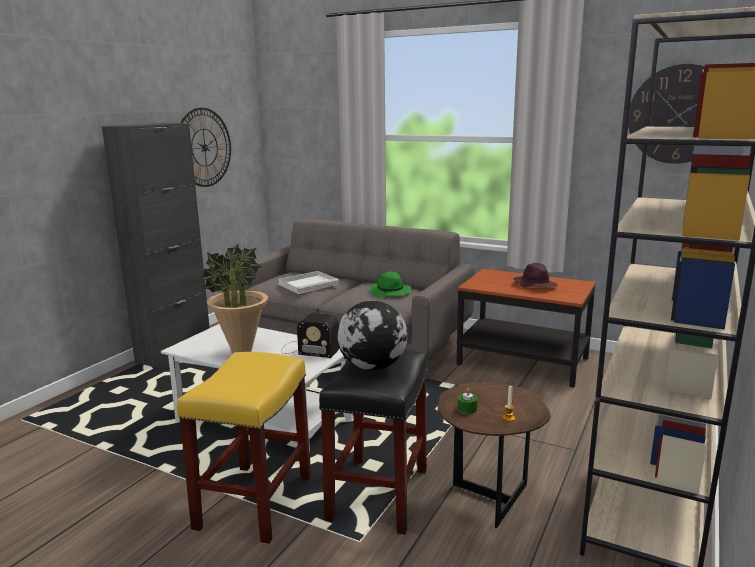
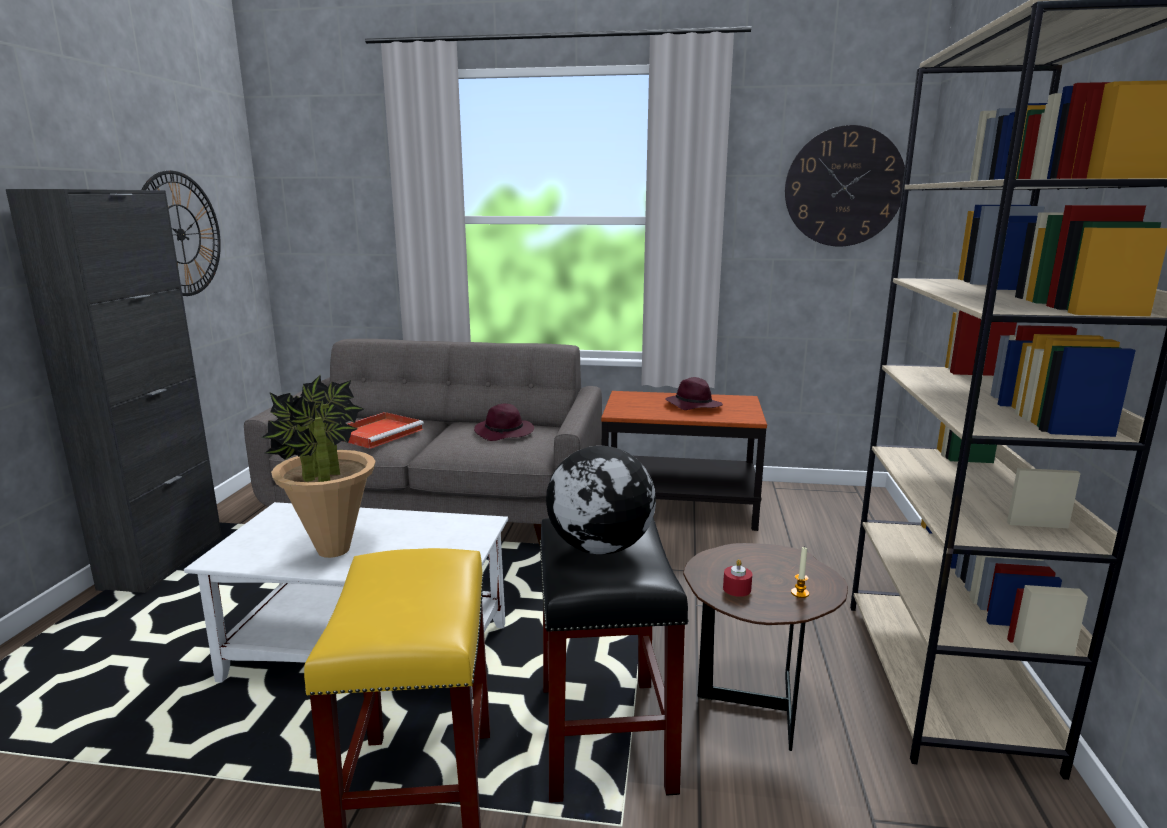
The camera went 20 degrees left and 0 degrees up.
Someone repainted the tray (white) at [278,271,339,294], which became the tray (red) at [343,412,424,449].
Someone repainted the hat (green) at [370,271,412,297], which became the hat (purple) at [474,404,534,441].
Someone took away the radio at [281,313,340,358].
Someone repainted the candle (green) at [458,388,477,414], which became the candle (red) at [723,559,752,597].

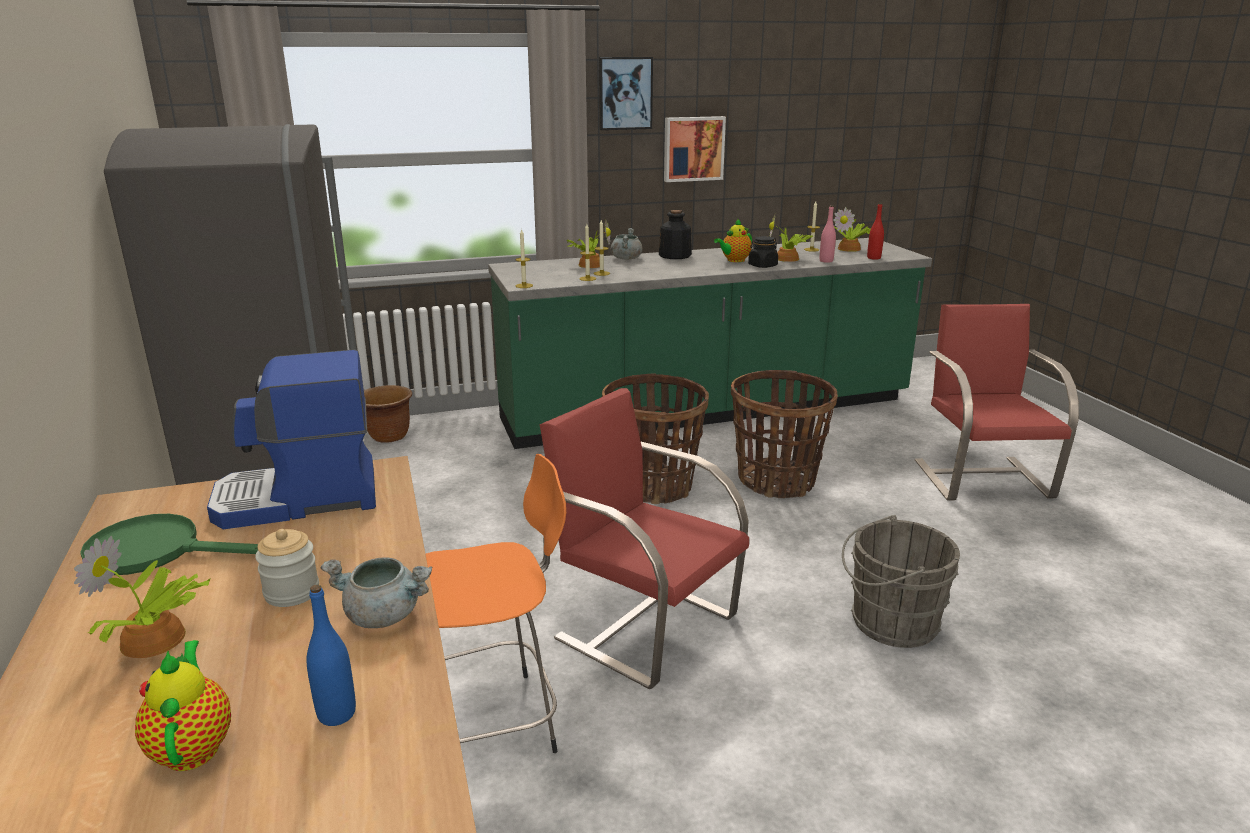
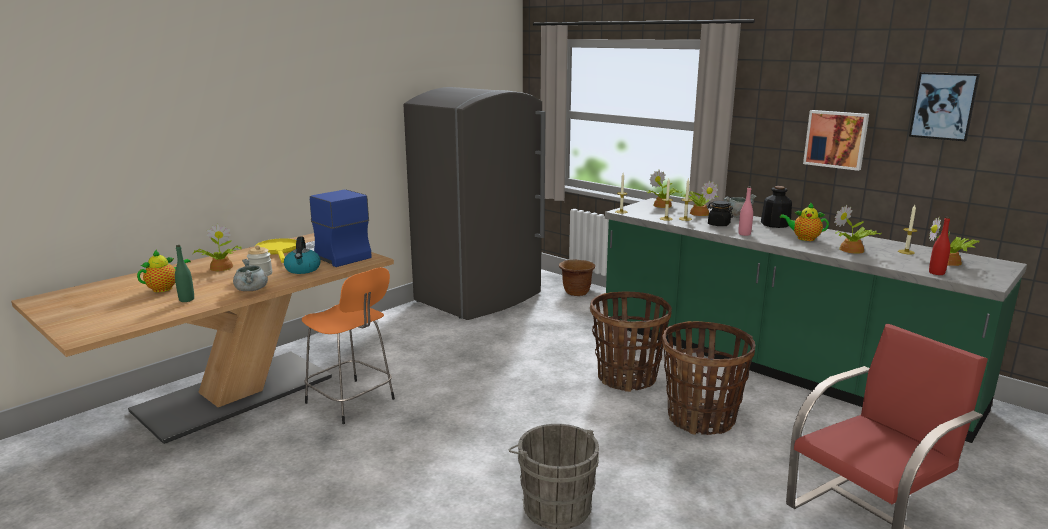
The camera went 60 degrees right and 5 degrees down.
Someone carried the picture from [599,57,653,130] to [909,72,980,141].
Someone carried the bottle (pink) from [820,205,836,263] to [738,186,753,236].
Someone carried the jar (black) from [748,236,778,268] to [707,201,733,226].
Someone took away the chair (red) at [540,388,749,689].
Someone repainted the frying pan (green) at [80,514,258,575], which became the frying pan (yellow) at [256,238,296,263].
Someone repainted the bottle (blue) at [306,585,356,726], which became the bottle (green) at [175,245,194,302].
Someone put down the potted plant at [646,170,682,208].
Someone put down the kettle at [284,236,321,274].

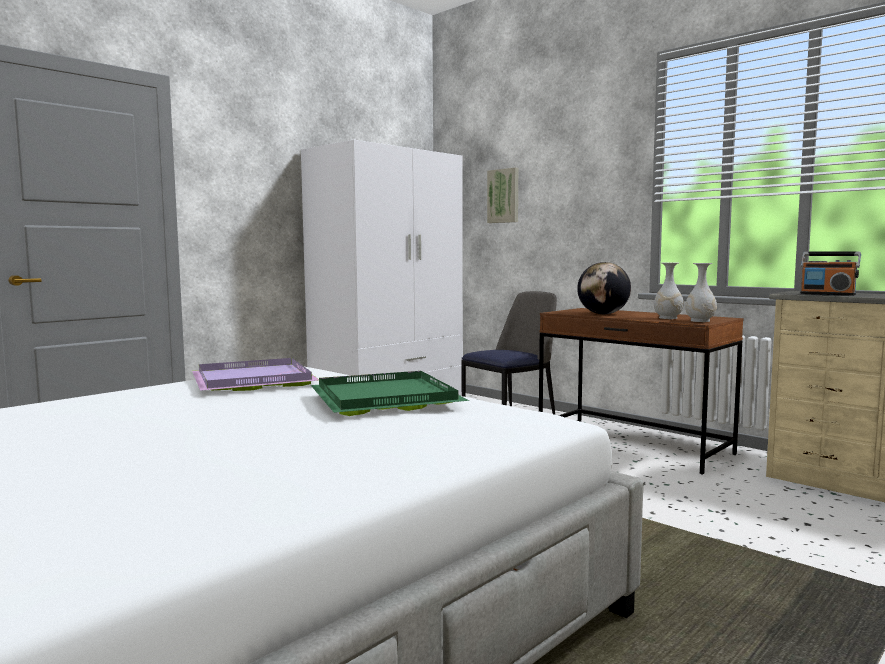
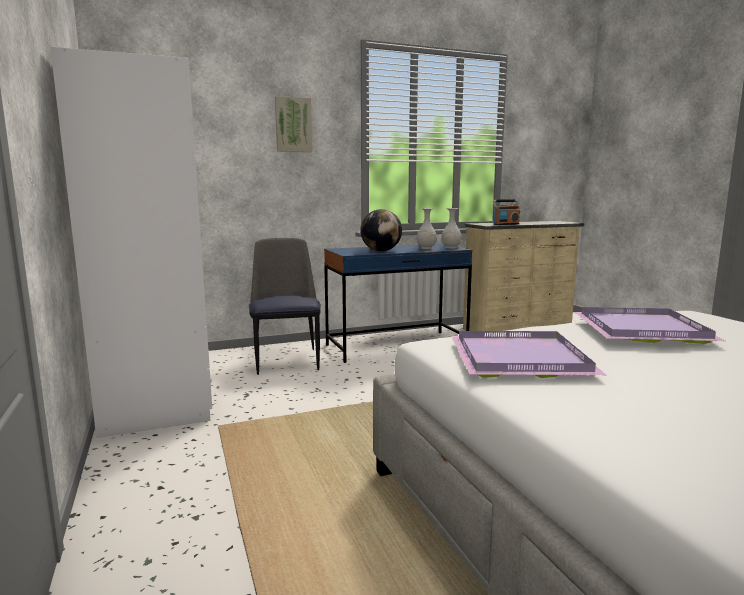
The camera went 65 degrees left and 5 degrees up.
Someone carried the picture from [487,168,518,223] to [275,96,312,152].
Someone repainted the desk (brown) at [539,308,744,475], which became the desk (blue) at [324,244,473,363].
Someone repainted the tray (green) at [311,371,469,416], which became the tray (purple) at [575,307,725,344].

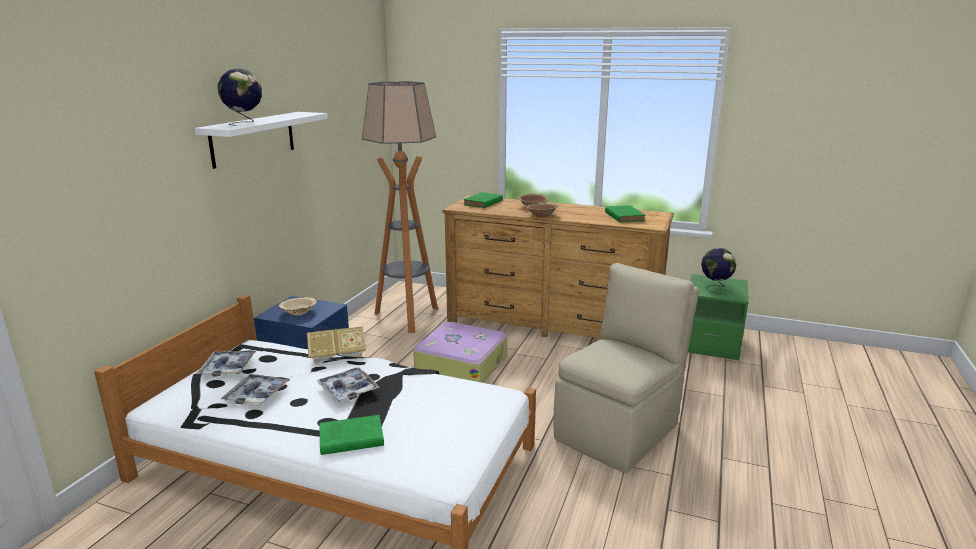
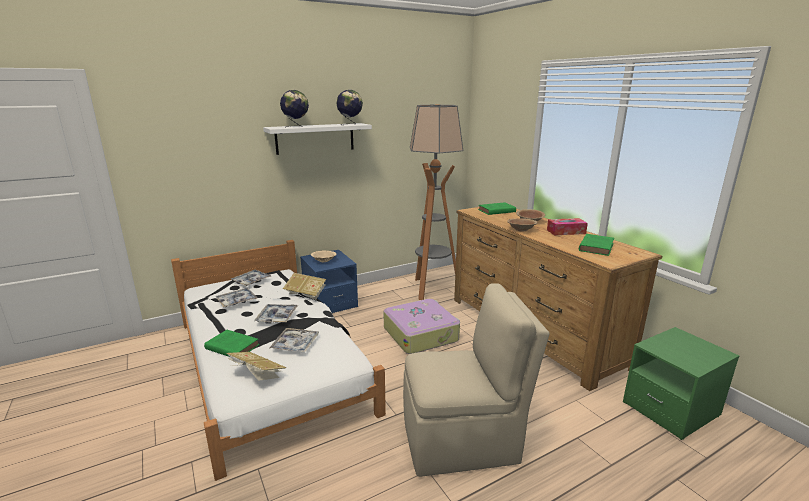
The camera went 40 degrees right and 0 degrees up.
Someone carried the globe from [701,248,736,294] to [337,90,363,125].
Someone put down the tissue box at [547,218,588,235].
Someone put down the tray at [270,328,319,352].
Someone put down the book at [226,352,287,381].

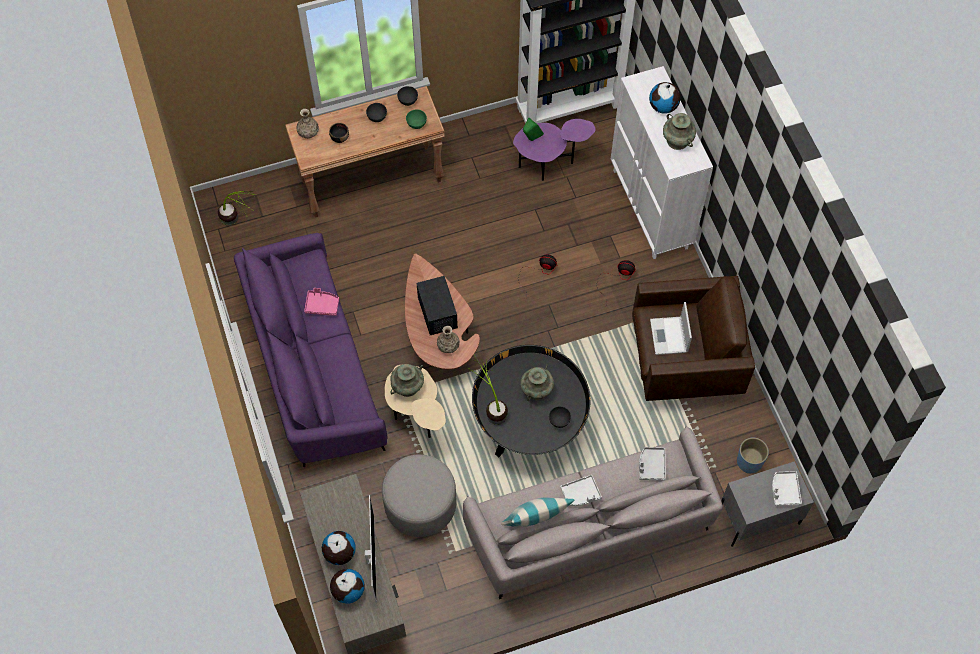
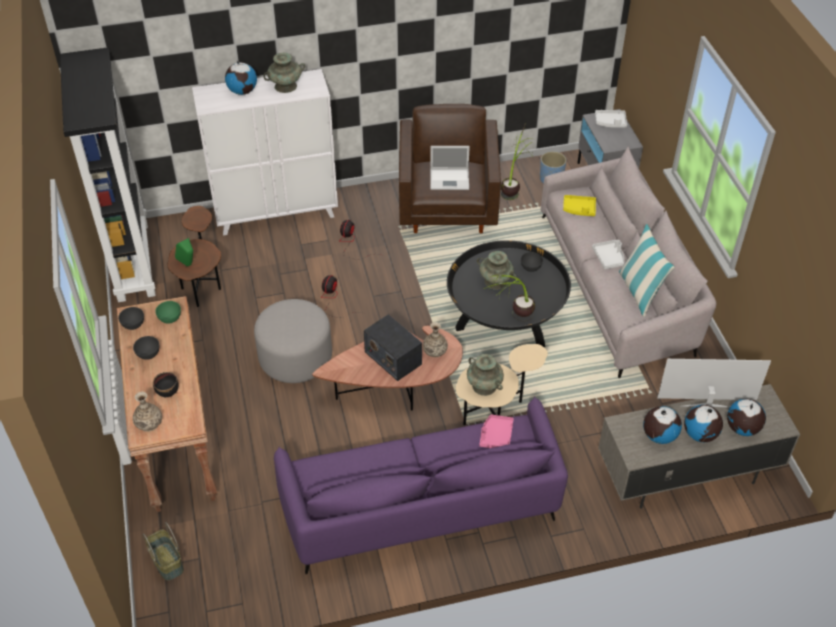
The camera went 85 degrees left and 15 degrees down.
Someone repainted the side table (purple) at [513,119,596,181], which became the side table (brown) at [168,206,221,307].
Someone carried the potted plant from [218,191,258,225] to [501,123,533,200].
Someone rotated the radio at [417,276,458,335] by 120 degrees counterclockwise.
Someone carried the tray (pink) from [304,288,339,316] to [479,415,514,448].
Someone repainted the tray (grey) at [639,447,666,481], which became the tray (yellow) at [563,195,596,216].
Someone carried the ottoman (grey) from [382,454,457,537] to [254,299,332,383].
Someone put down the globe at [643,406,682,444].
Someone put down the basket at [143,522,184,581].

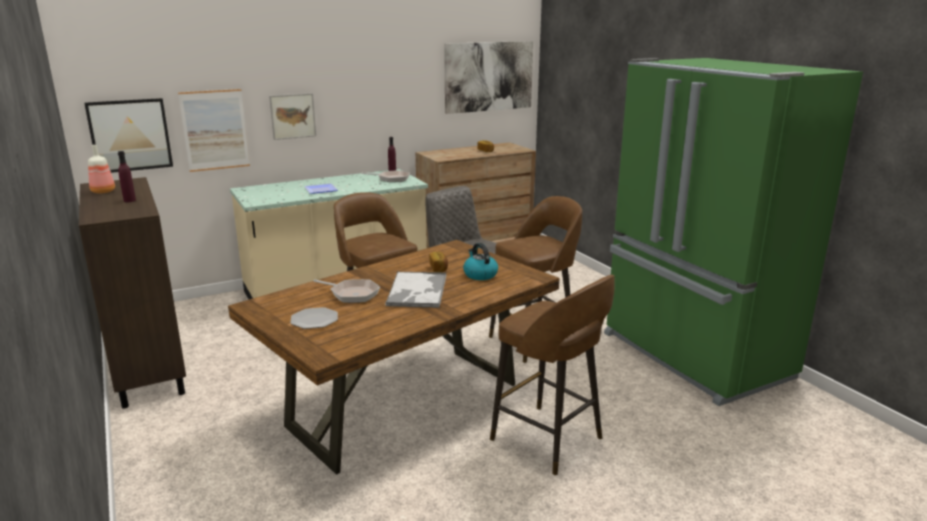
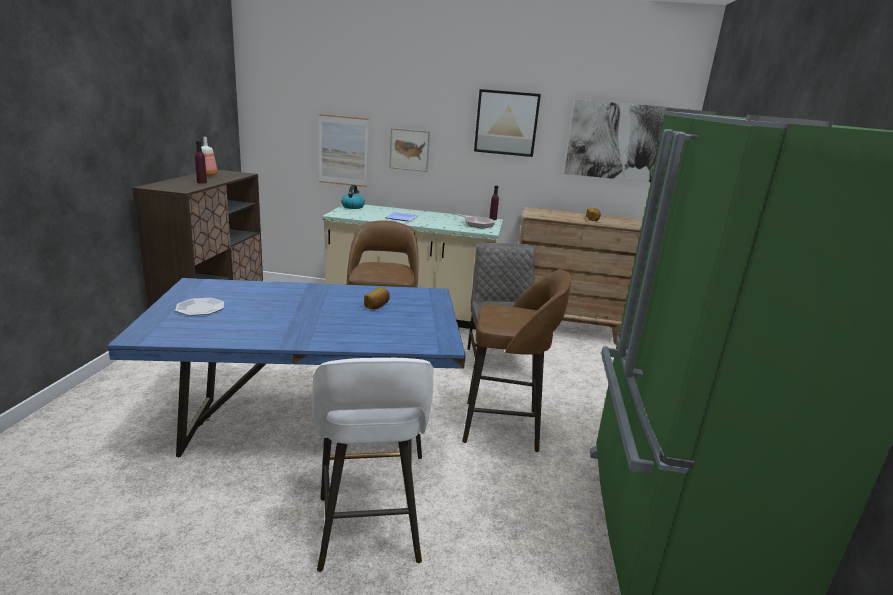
The camera went 35 degrees right and 0 degrees up.
Someone carried the picture from [84,98,173,173] to [474,89,541,157].
Someone repainted the dining table (brown) at [228,240,560,474], which became the dining table (blue) at [107,278,466,459].
Someone carried the kettle from [463,243,498,280] to [341,185,365,209].
Someone took away the tray at [385,272,446,308].
Someone repainted the stool (brown) at [490,275,615,475], which became the stool (white) at [312,358,434,572].
Someone took away the frying pan at [313,279,380,303].

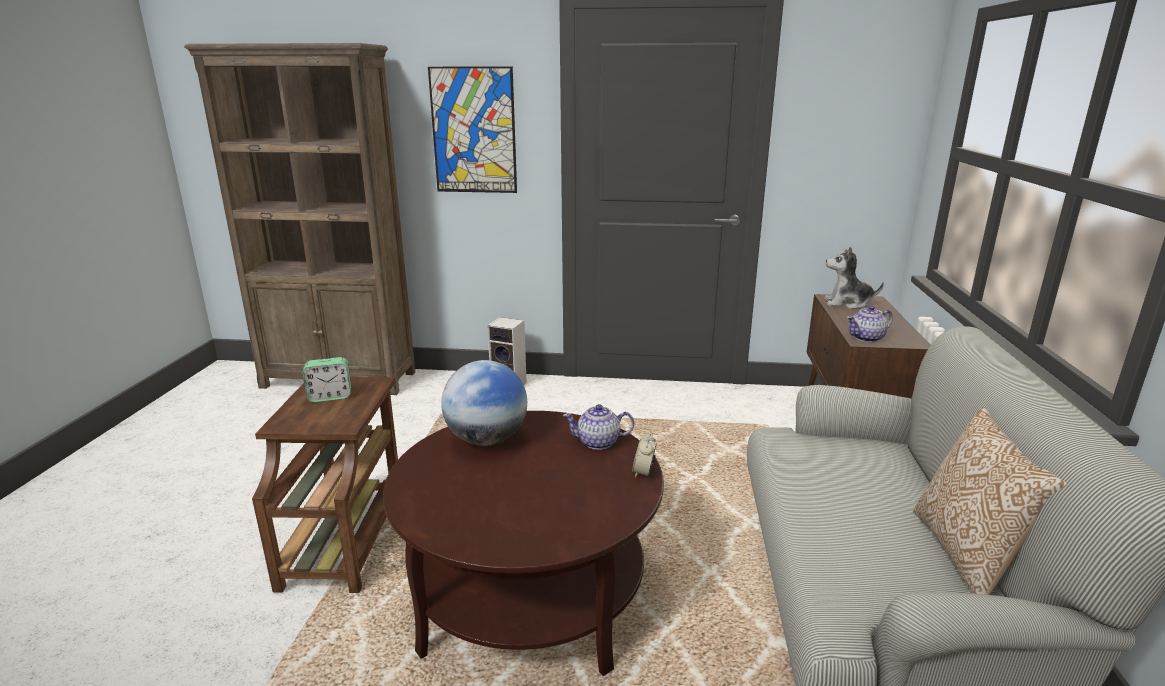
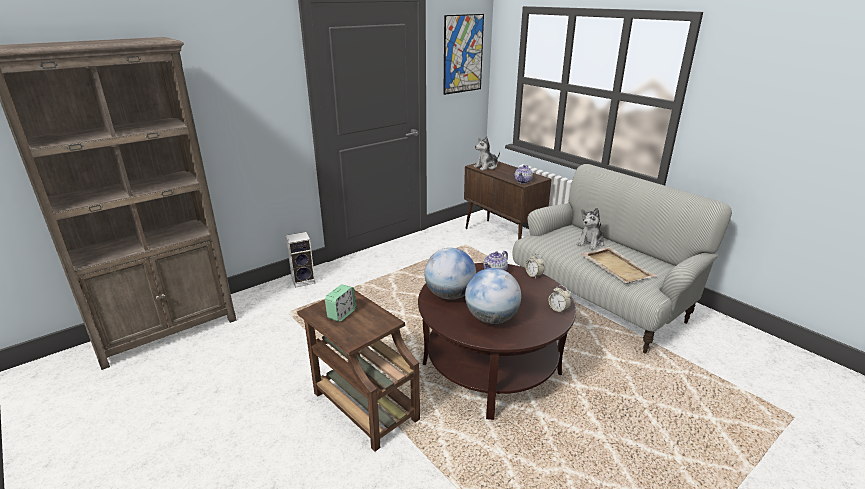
The camera went 45 degrees left and 5 degrees up.
Someone carried the picture from [428,67,517,193] to [443,14,484,95].
Someone took away the pillow at [913,408,1066,595].
Someone put down the plush toy at [577,208,604,250].
Someone put down the tray (beige) at [580,247,657,283].
Someone put down the globe at [465,268,521,324].
Someone put down the alarm clock at [548,285,571,314].

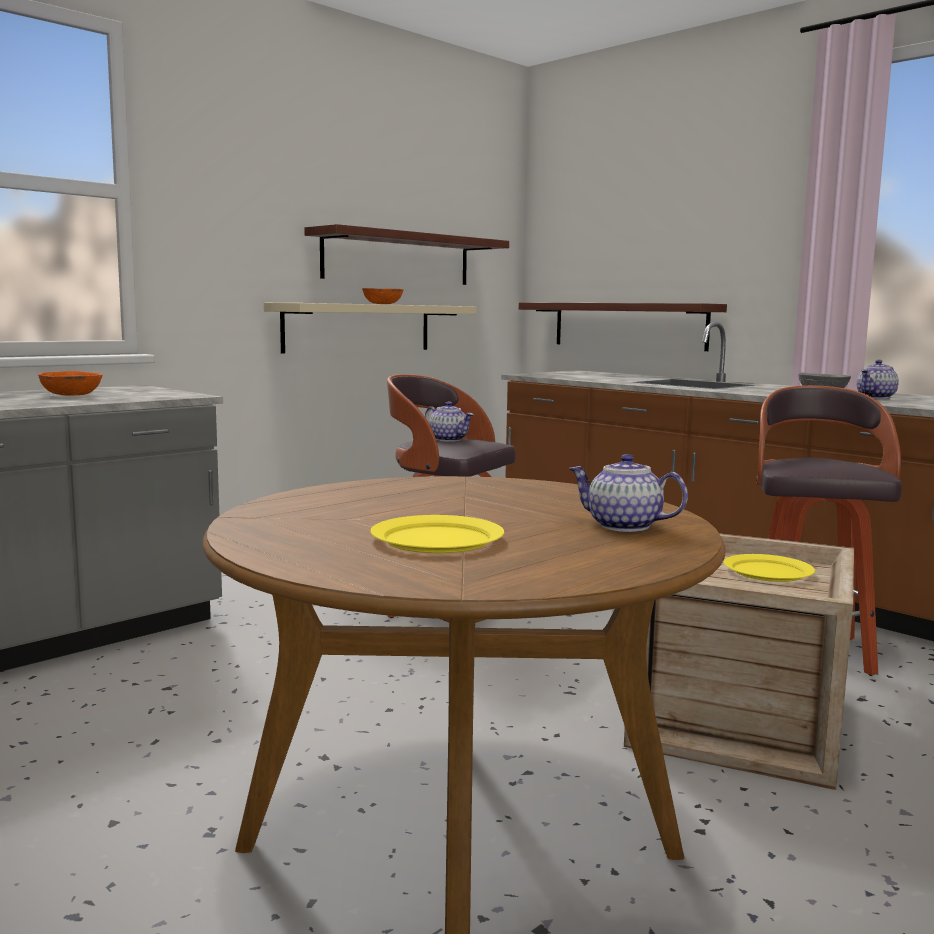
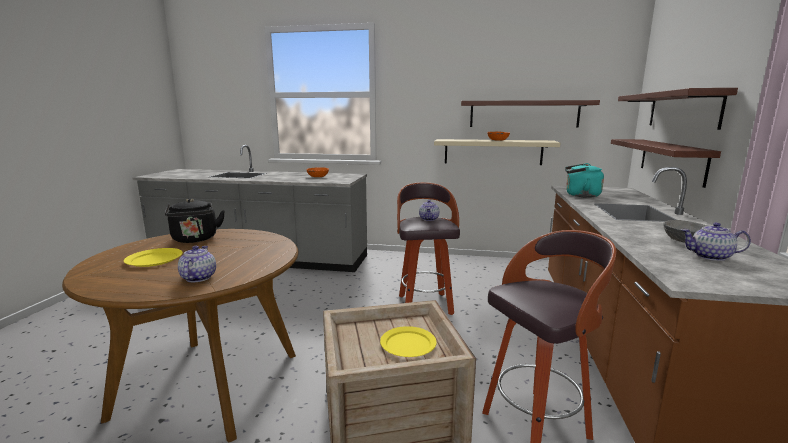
The camera went 55 degrees right and 5 degrees up.
Someone put up the shelf at [618,88,738,130].
Someone put down the kettle (turquoise) at [565,163,604,198].
Someone put down the kettle (black) at [165,198,225,243].

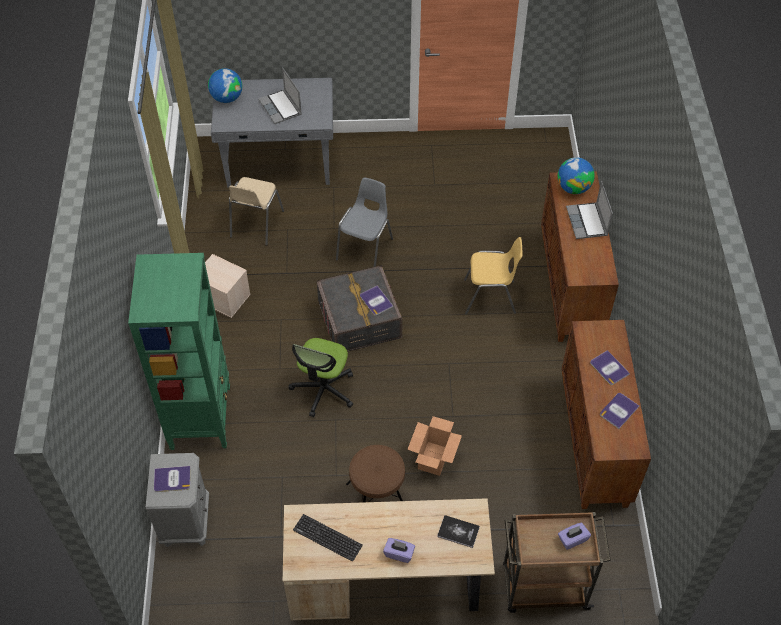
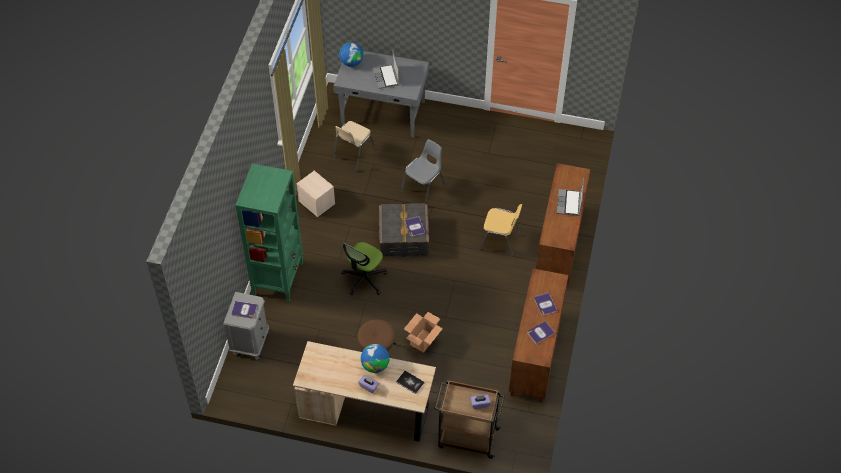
The camera went 15 degrees right and 0 degrees up.
Someone carried the globe from [558,157,595,194] to [361,344,390,373].
Someone took away the keyboard at [293,514,363,561].

